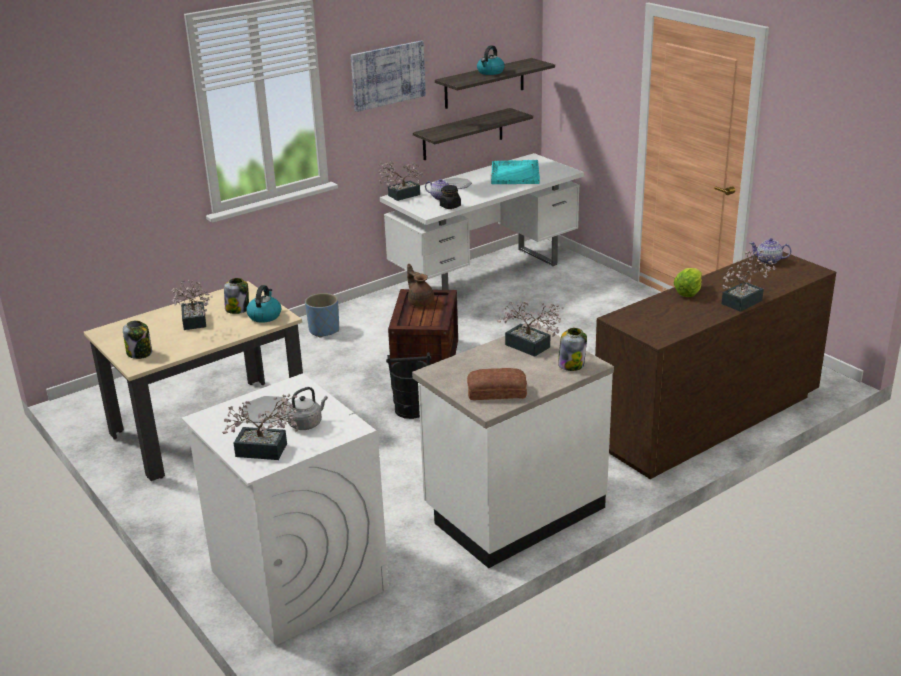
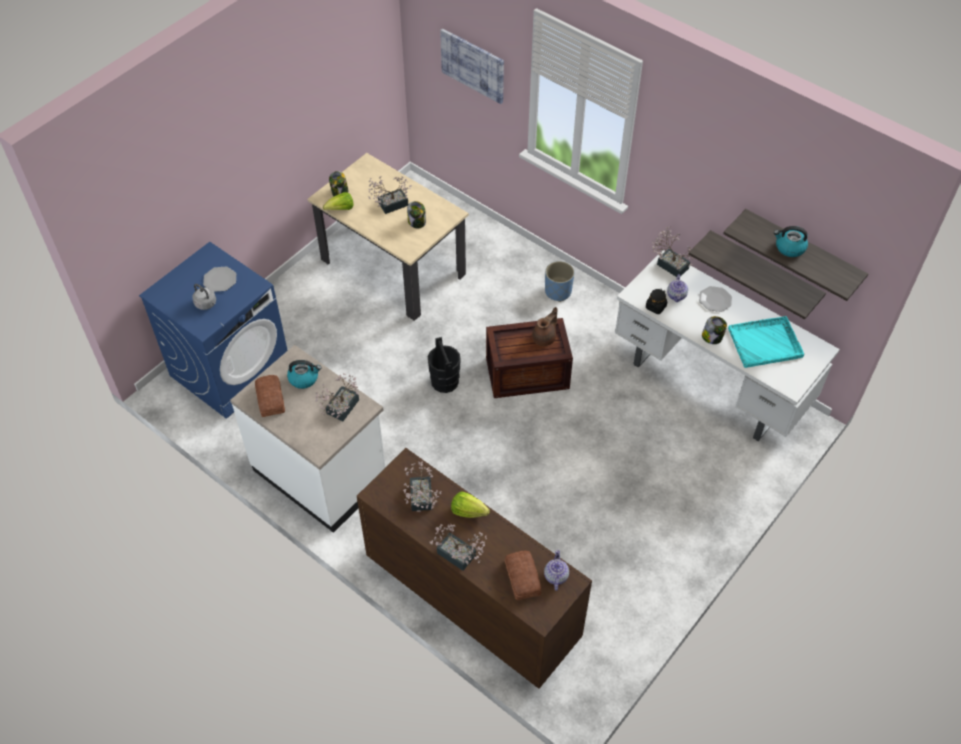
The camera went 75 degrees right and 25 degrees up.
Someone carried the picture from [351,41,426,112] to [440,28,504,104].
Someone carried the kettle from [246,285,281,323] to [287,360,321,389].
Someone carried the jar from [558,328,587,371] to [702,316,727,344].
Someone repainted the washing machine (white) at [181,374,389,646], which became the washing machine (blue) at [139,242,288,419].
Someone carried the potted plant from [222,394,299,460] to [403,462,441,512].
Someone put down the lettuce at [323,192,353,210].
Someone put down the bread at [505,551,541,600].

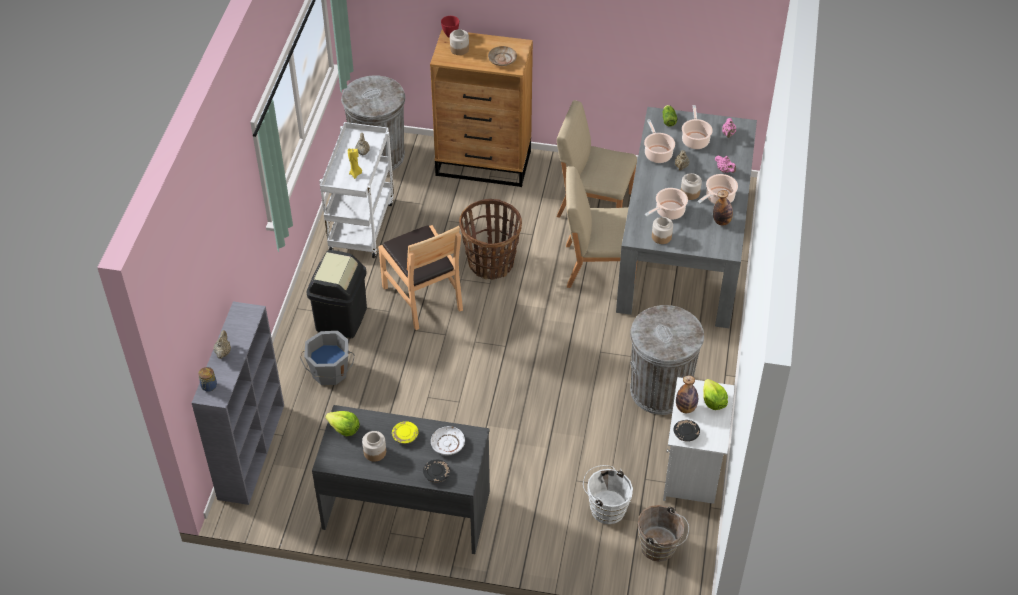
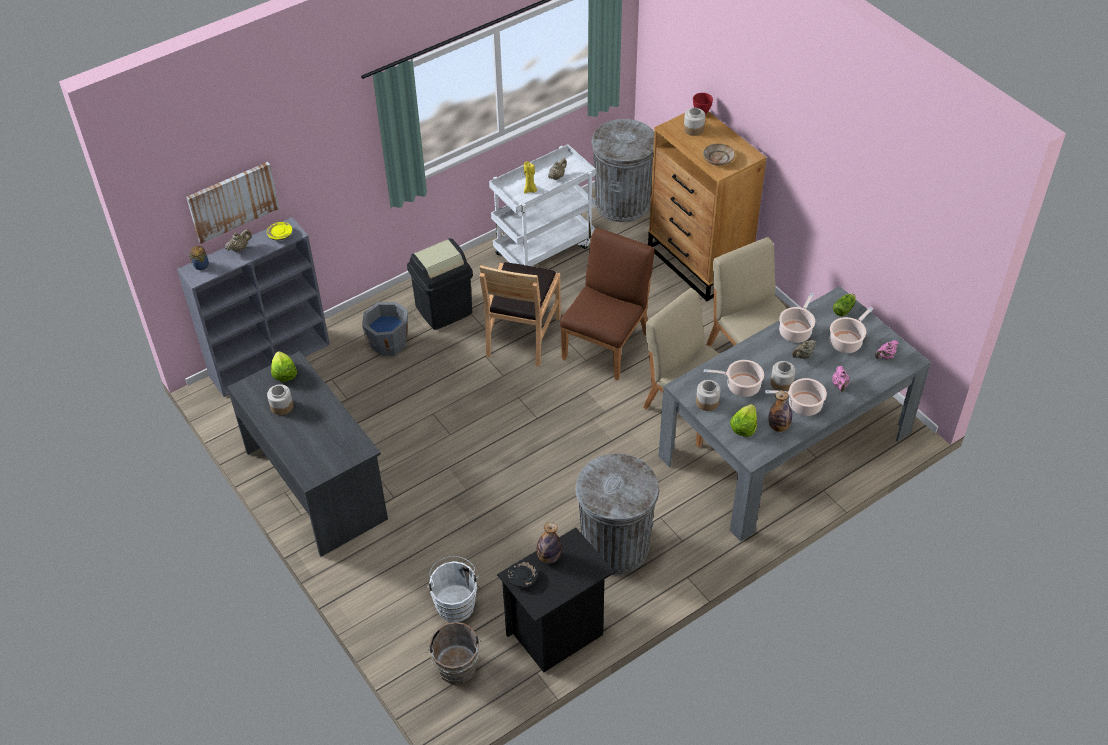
The camera went 45 degrees right and 0 degrees up.
Someone swapped the basket at [459,199,522,280] for the chair (brown) at [560,228,655,381].
Someone repainted the nightstand (white) at [663,377,735,504], which became the nightstand (black) at [497,528,615,672].
Someone carried the lettuce from [703,379,728,410] to [730,404,757,437].
Someone carried the plate (yellow) from [392,421,418,444] to [267,222,292,241].
Someone took away the plate (white) at [431,426,465,455].
Someone took away the plate (black) at [423,460,450,483].
Someone put up the picture at [186,162,279,244].

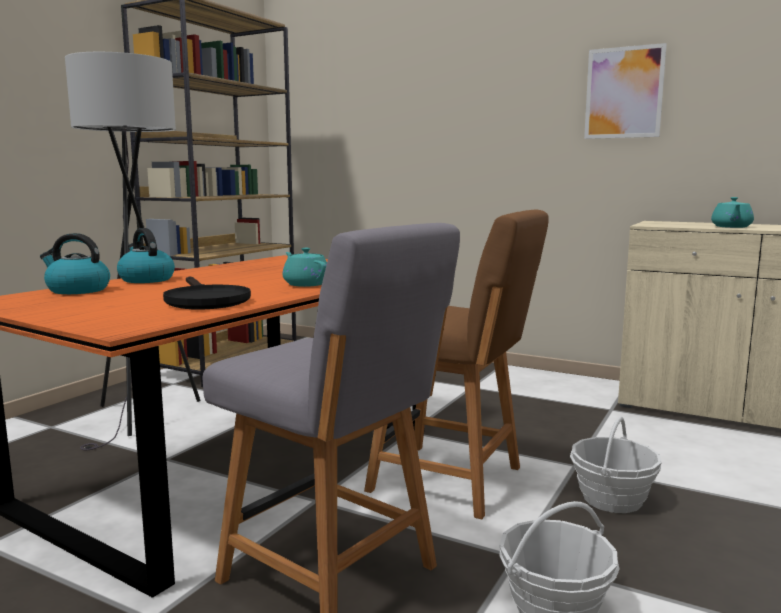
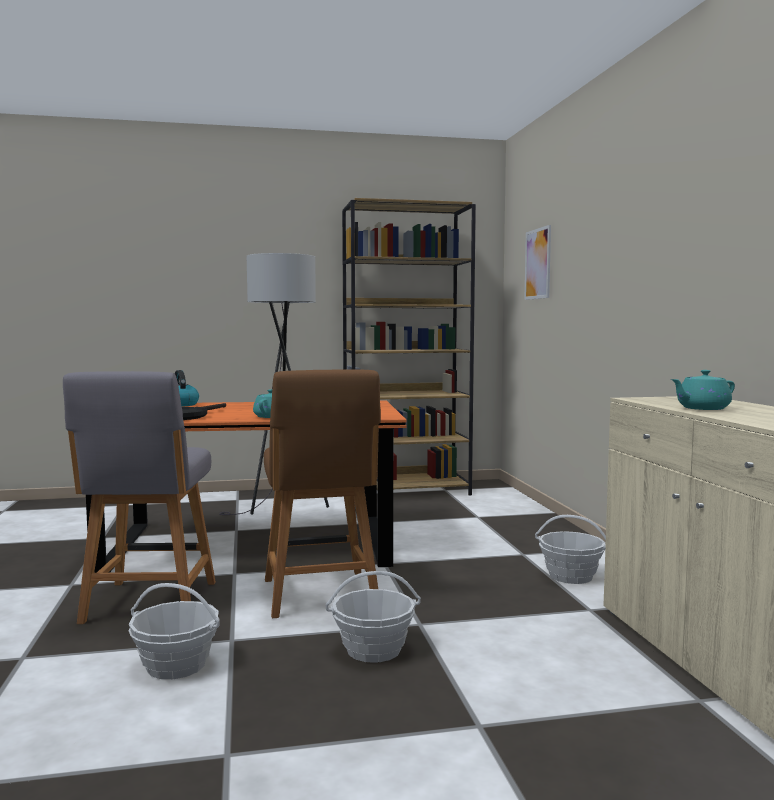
The camera went 50 degrees right and 5 degrees down.
Someone carried the picture from [584,43,667,139] to [524,225,551,300].
Someone took away the kettle at [117,228,175,283].
Someone put down the basket at [535,515,606,584].

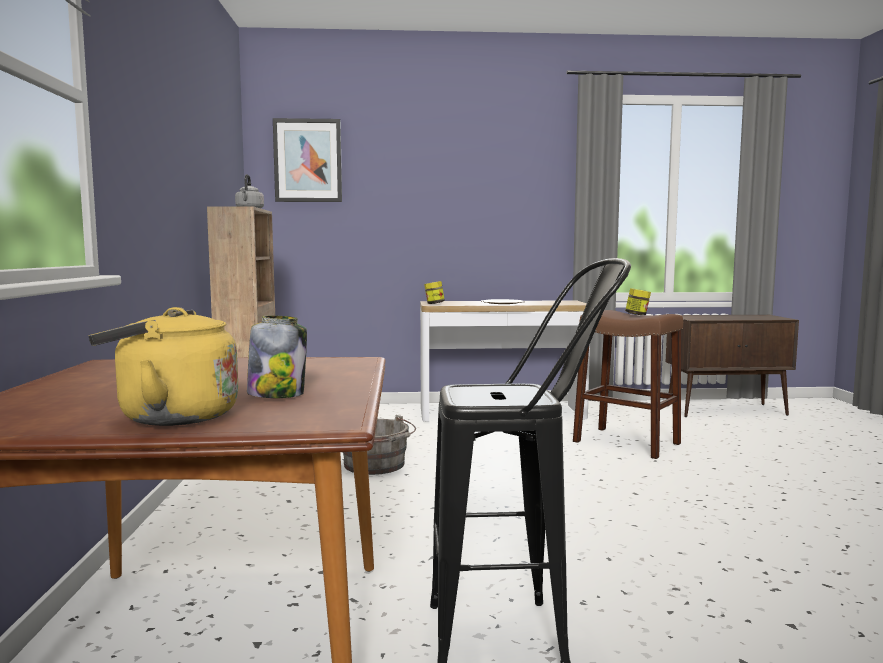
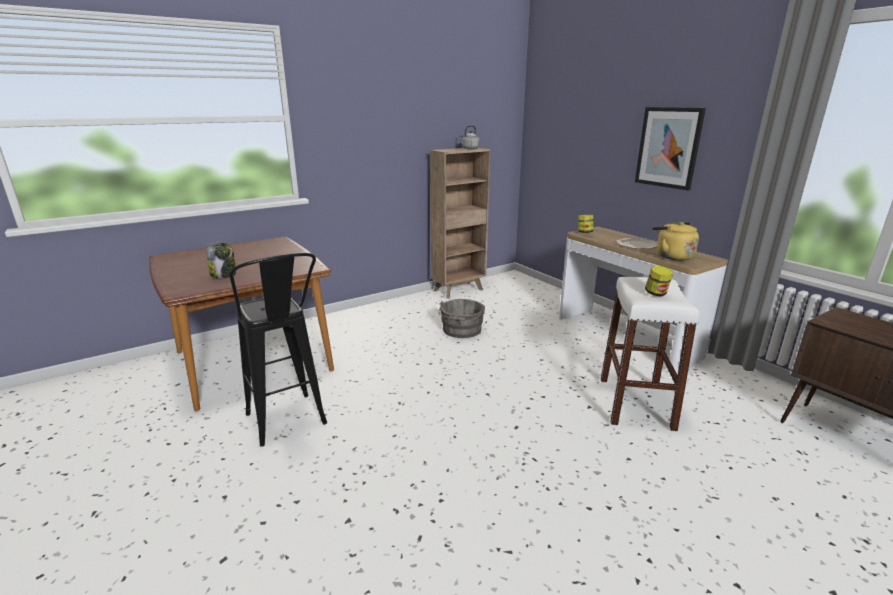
The camera went 60 degrees right and 15 degrees up.
Someone carried the picture from [273,118,342,202] to [635,107,706,190].
Someone carried the kettle (yellow) from [89,307,239,426] to [652,222,699,260].
Someone repainted the stool (brown) at [573,310,683,459], which became the stool (white) at [601,277,700,431].

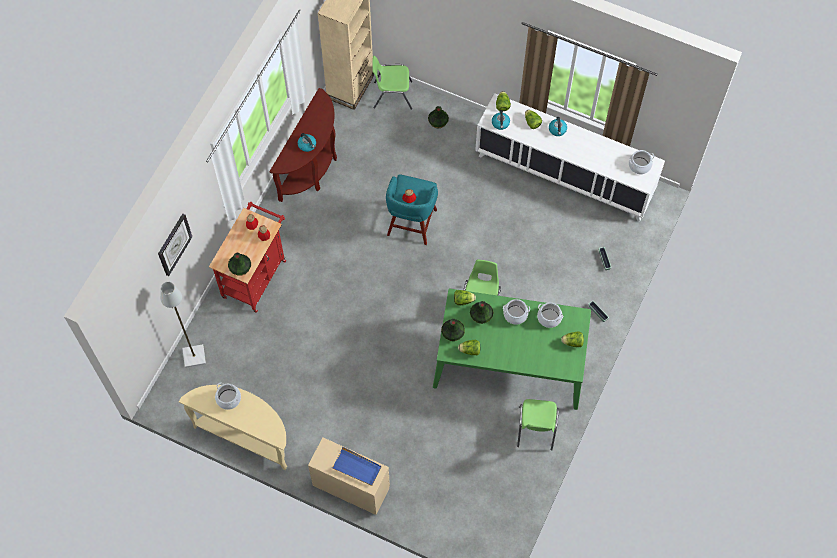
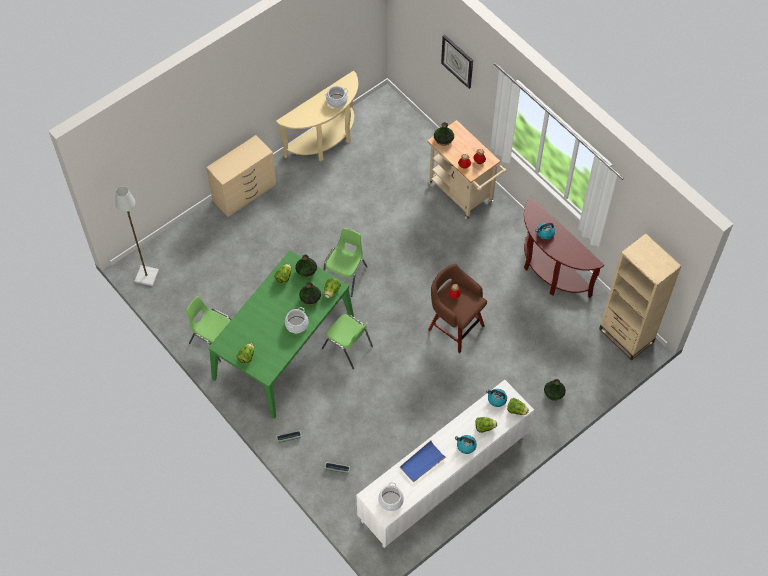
The camera went 115 degrees right and 5 degrees down.
Someone carried the chair (green) from [372,56,412,110] to [323,228,368,297].
Someone repainted the stool (turquoise) at [386,175,438,245], which became the stool (brown) at [428,264,487,353].
Someone repainted the cart (red) at [209,202,286,313], which became the cart (beige) at [427,120,506,219].
Someone carried the floor lamp (grey) from [160,282,206,368] to [115,186,159,286].
Someone took away the cooking pot at [537,302,563,328].
Someone carried the tray (blue) from [332,447,382,486] to [400,440,446,482].

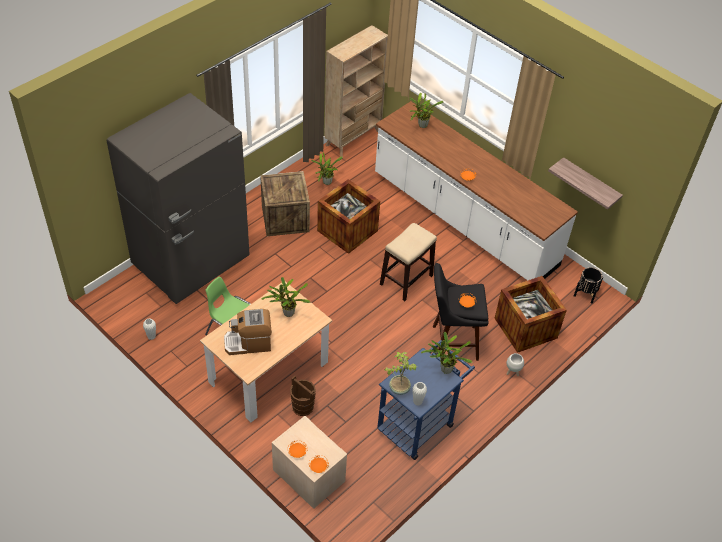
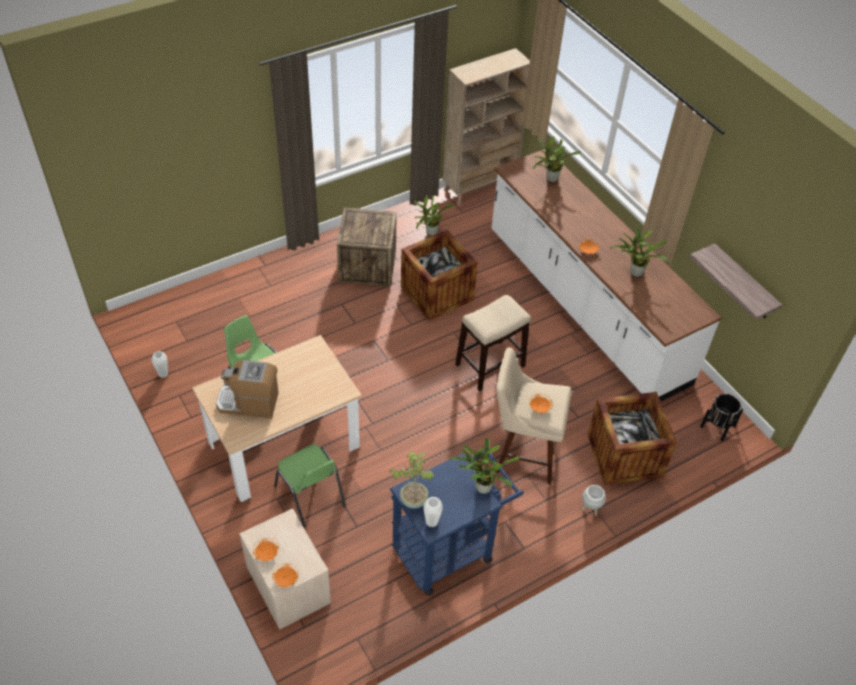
The camera went 15 degrees right and 0 degrees up.
Someone took away the fridge (grey) at [107,93,250,304].
Someone repainted the stool (black) at [433,263,489,361], which became the stool (beige) at [495,347,571,484].
Someone carried the potted plant from [261,277,310,317] to [610,227,669,277].
Someone swapped the bucket (brown) at [290,376,316,416] for the chair (green) at [274,444,346,528].

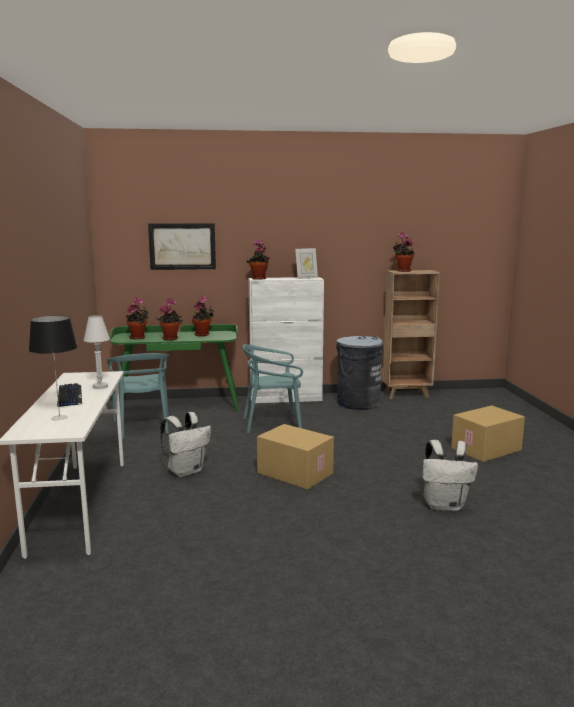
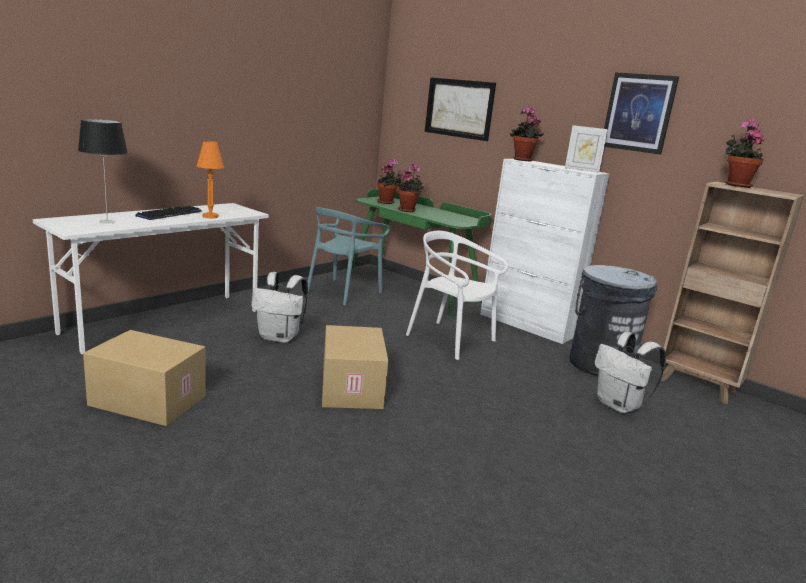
The camera went 45 degrees right and 5 degrees up.
Someone took away the potted plant at [192,296,214,336].
Someone repainted the table lamp (white) at [84,315,110,389], which became the table lamp (orange) at [197,141,224,218].
Someone repainted the chair (turquoise) at [242,344,303,433], which became the chair (white) at [406,231,509,360].
Someone carried the cardboard box from [451,405,525,462] to [83,330,206,426].
Someone carried the backpack (white) from [423,440,478,511] to [595,332,666,413].
Someone put up the picture at [604,72,679,155].

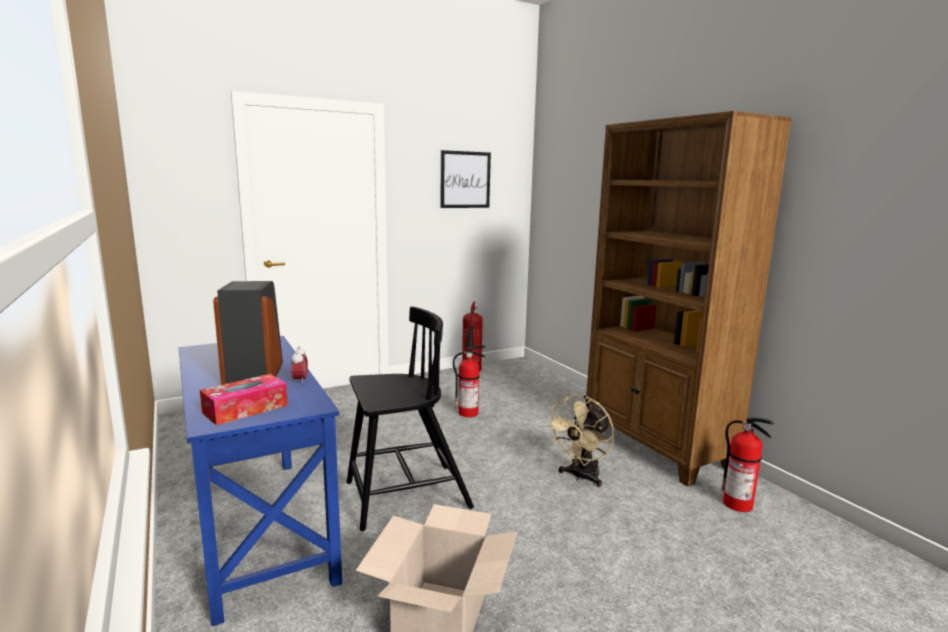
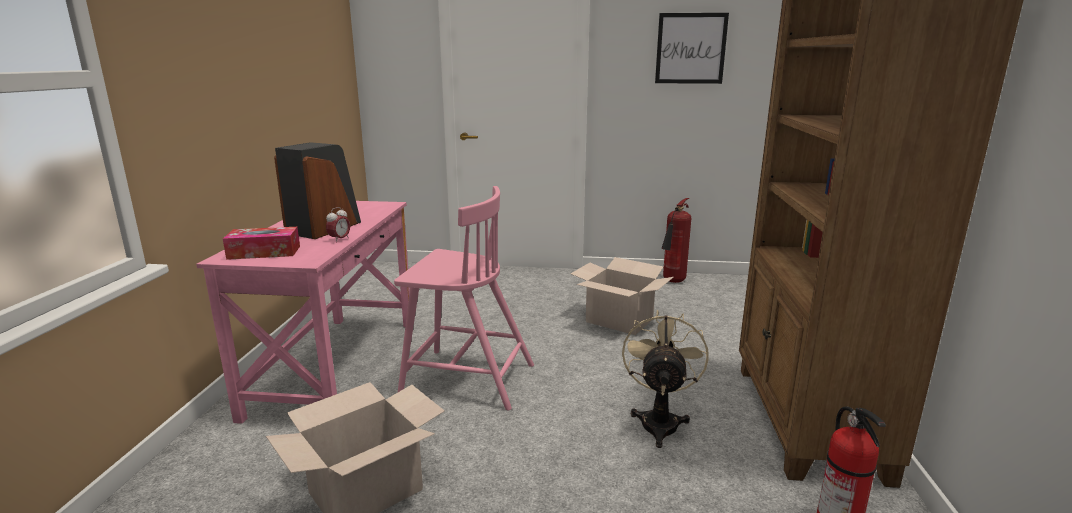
The camera went 35 degrees right and 5 degrees up.
Someone repainted the chair (black) at [347,307,474,531], which became the chair (pink) at [394,186,534,411].
Someone repainted the desk (blue) at [179,336,342,626], which became the desk (pink) at [196,201,410,424].
Someone swapped the fire extinguisher at [453,345,485,417] for the cardboard box at [571,257,673,335].
Someone rotated the fan (beige) at [545,394,614,487] by 120 degrees clockwise.

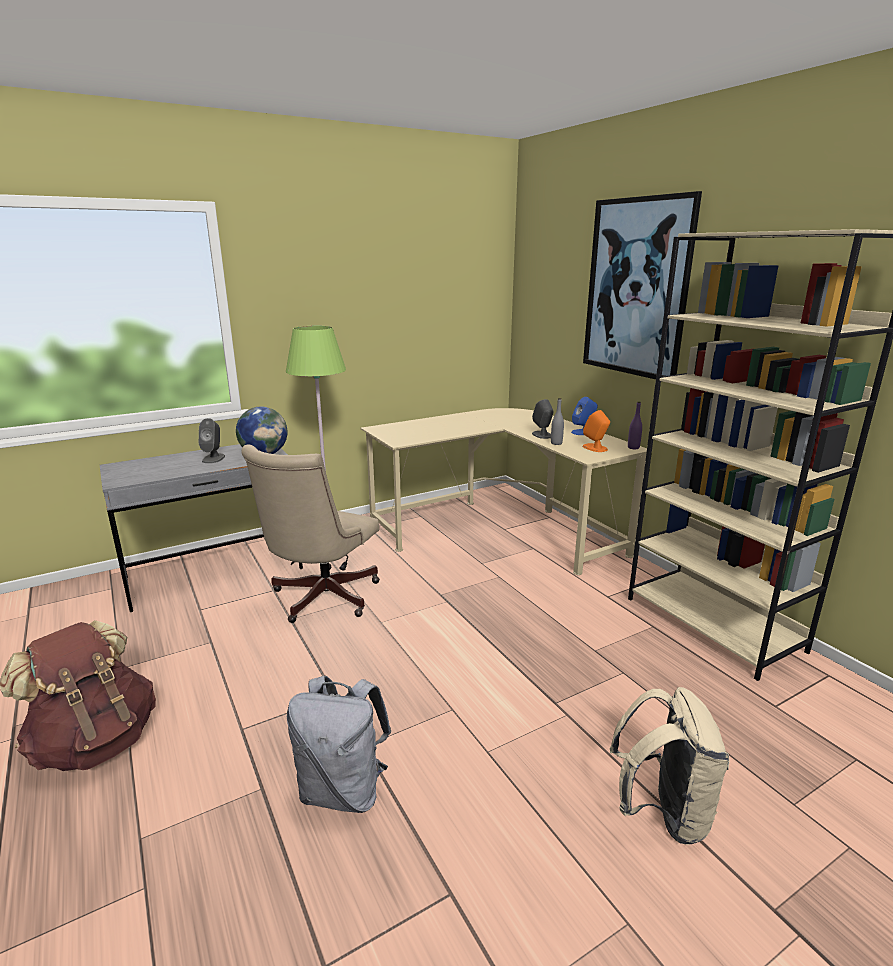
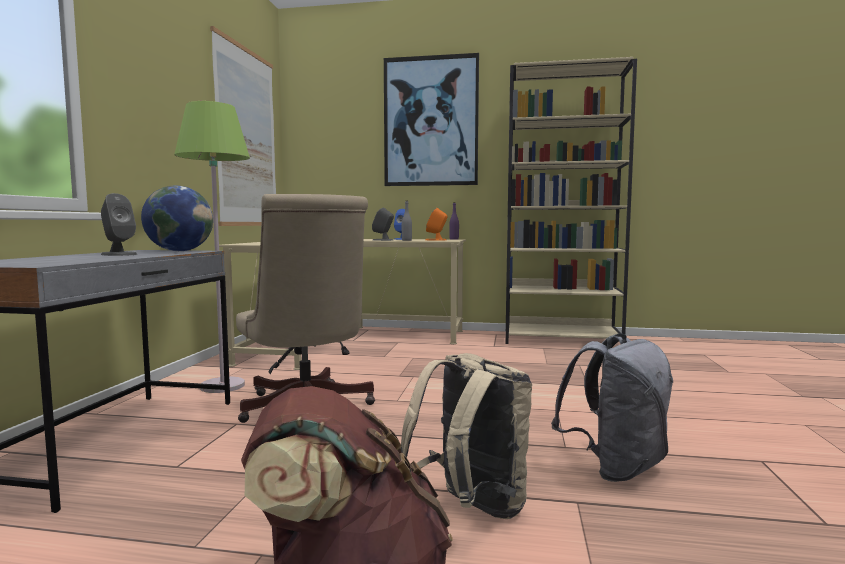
The camera went 50 degrees left and 15 degrees down.
Someone carried the backpack (beige) from [610,687,729,845] to [401,353,532,519].
Someone put up the picture at [210,26,276,226].

